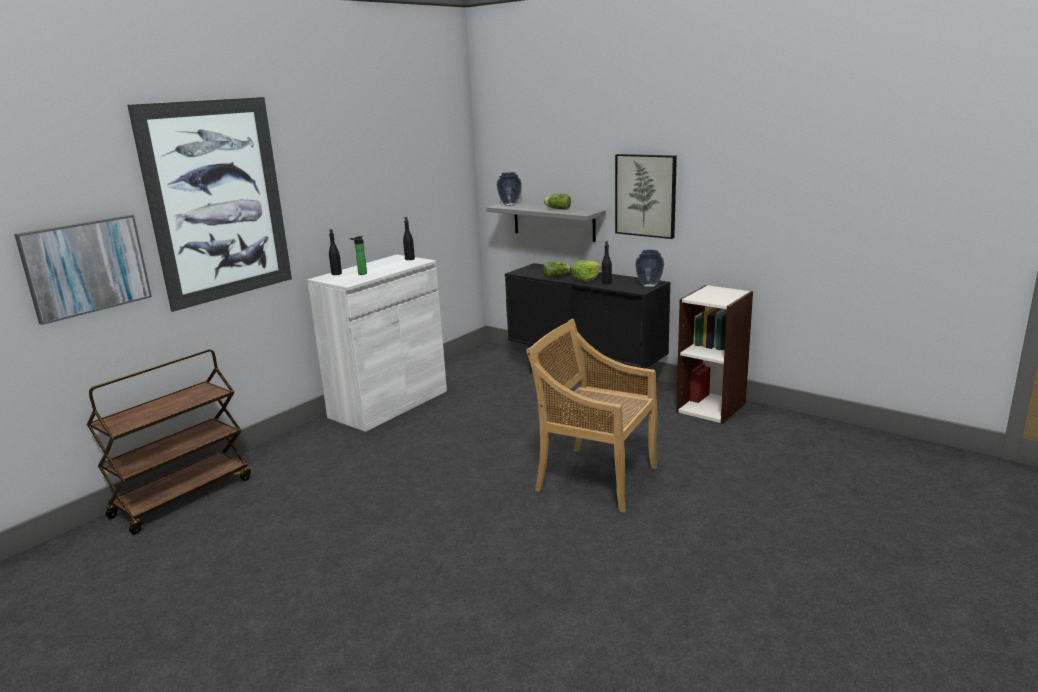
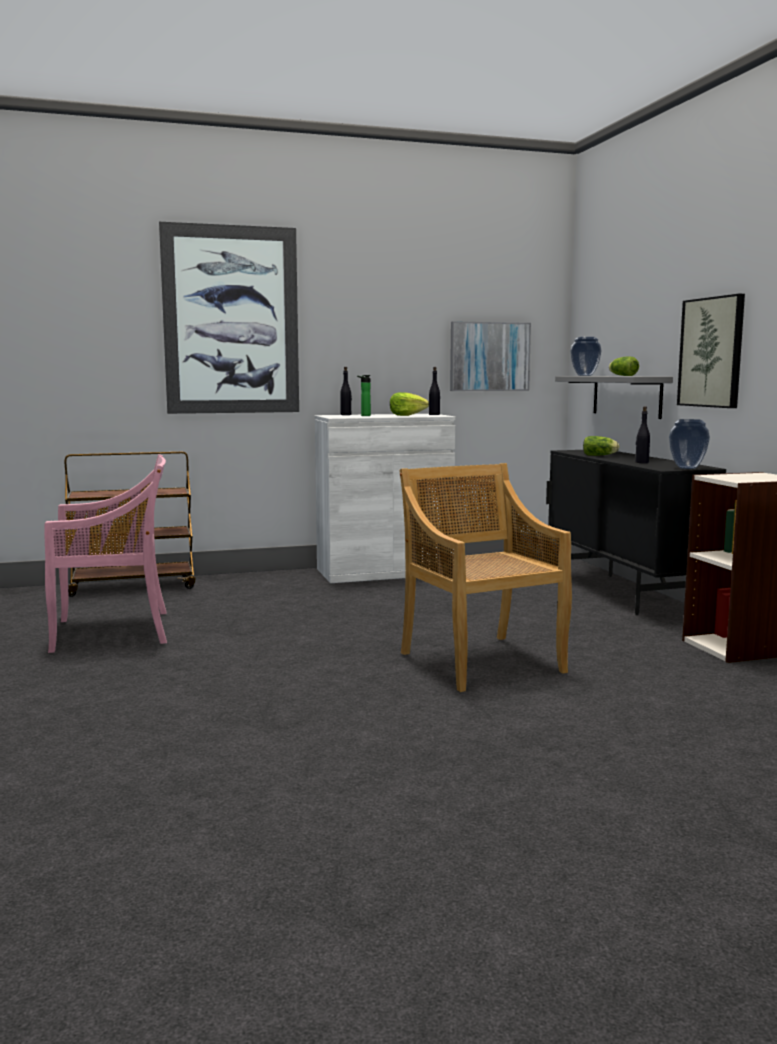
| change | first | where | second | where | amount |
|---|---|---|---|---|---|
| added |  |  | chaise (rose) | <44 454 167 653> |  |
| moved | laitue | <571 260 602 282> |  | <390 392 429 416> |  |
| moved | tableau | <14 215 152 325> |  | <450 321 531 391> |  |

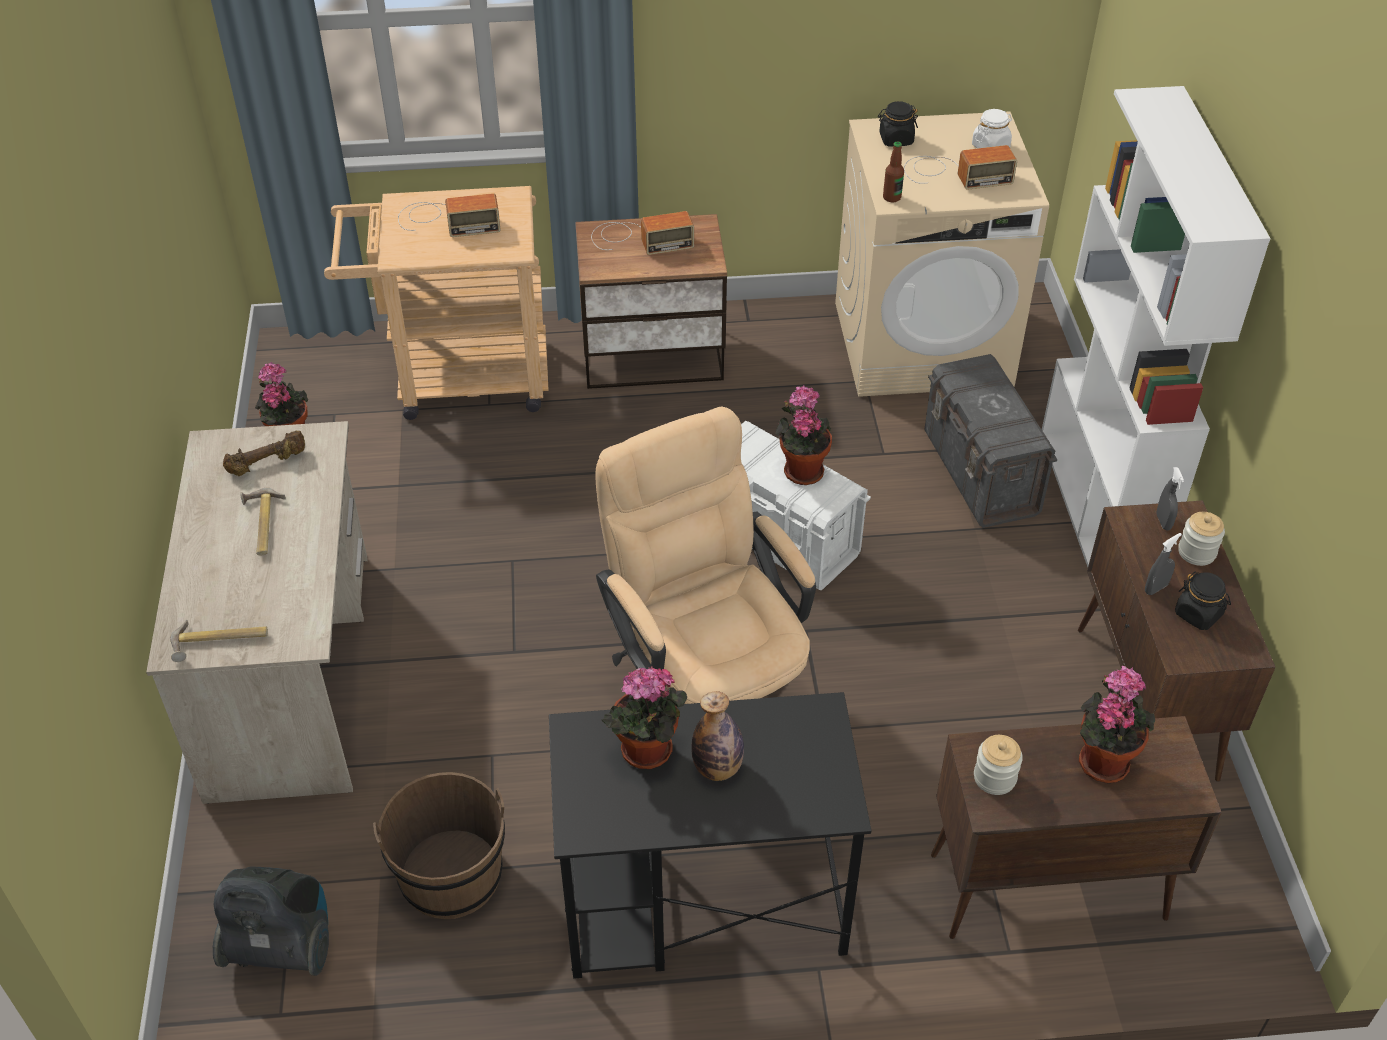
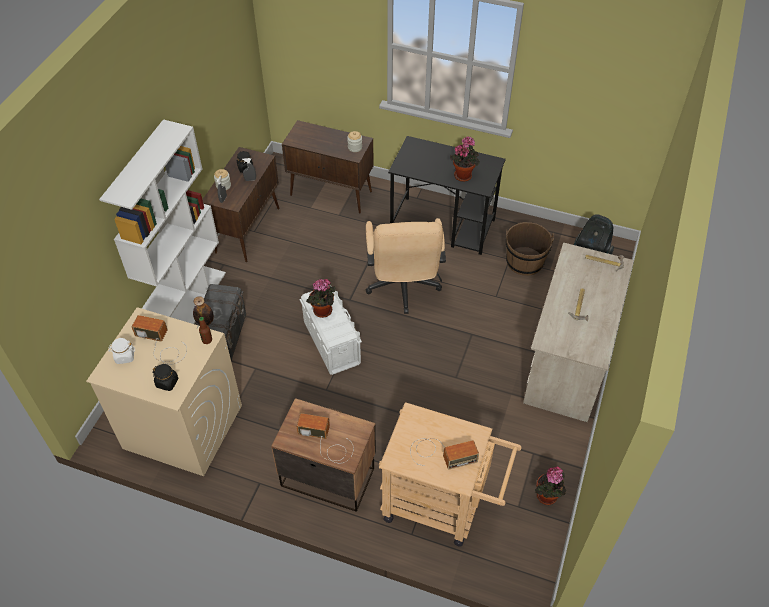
| change | first | where | second | where | amount |
|---|---|---|---|---|---|
| moved | bouteille | <691 691 744 781> |  | <193 296 214 326> |  |
| turned | radio | <398 193 501 237> |  | <410 438 479 470> | 150 degrees clockwise |
| removed | haltère (marron) | <223 431 305 476> |  |  |  |
| removed | plante en pot | <1079 666 1155 783> |  |  |  |

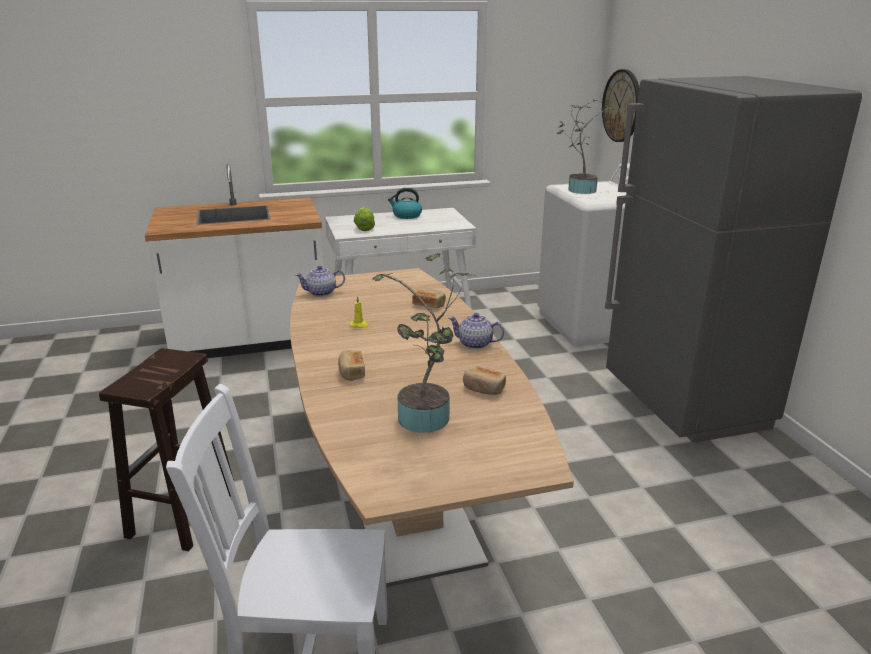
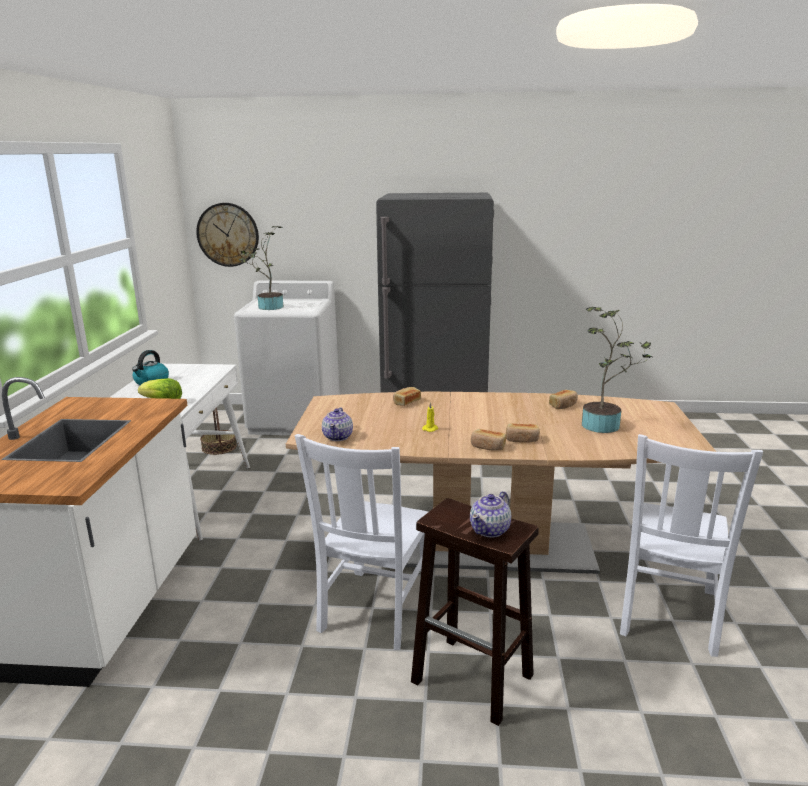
| change | first | where | second | where | amount |
|---|---|---|---|---|---|
| added |  |  | panier | <200 407 237 455> |  |
| added |  |  | chaise (blanc) | <295 434 428 650> |  |
| moved | théière | <449 313 504 349> |  | <470 491 511 538> |  |
| added |  |  | pain | <471 429 506 451> |  |

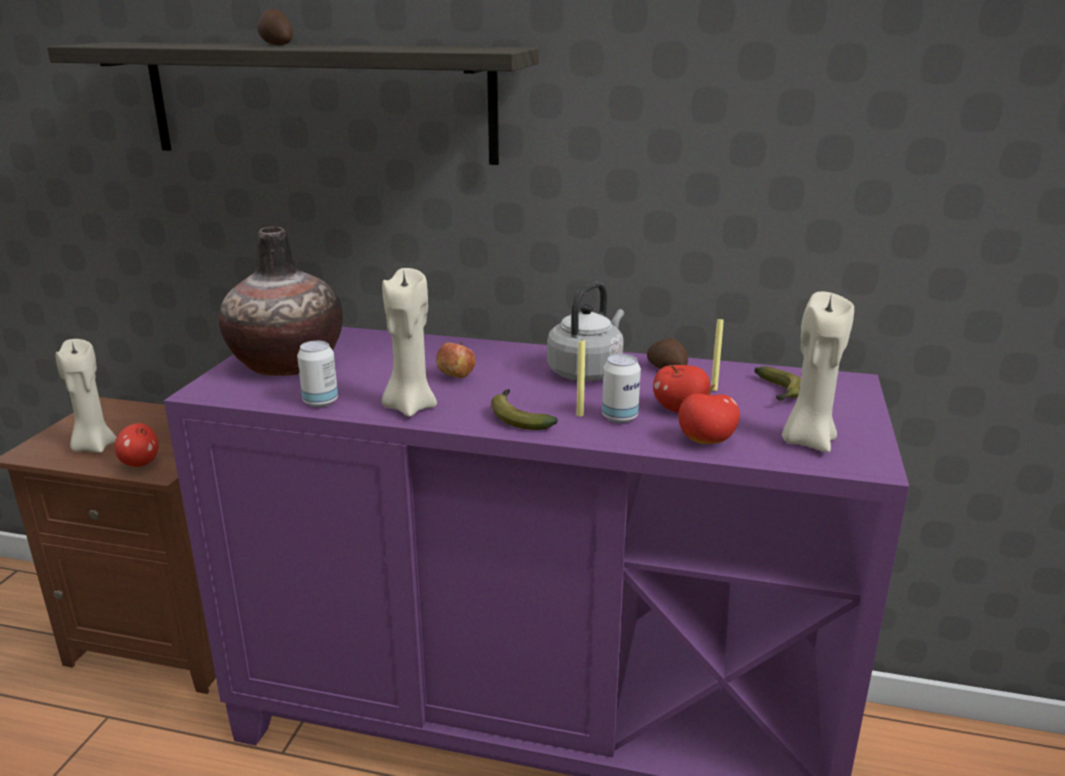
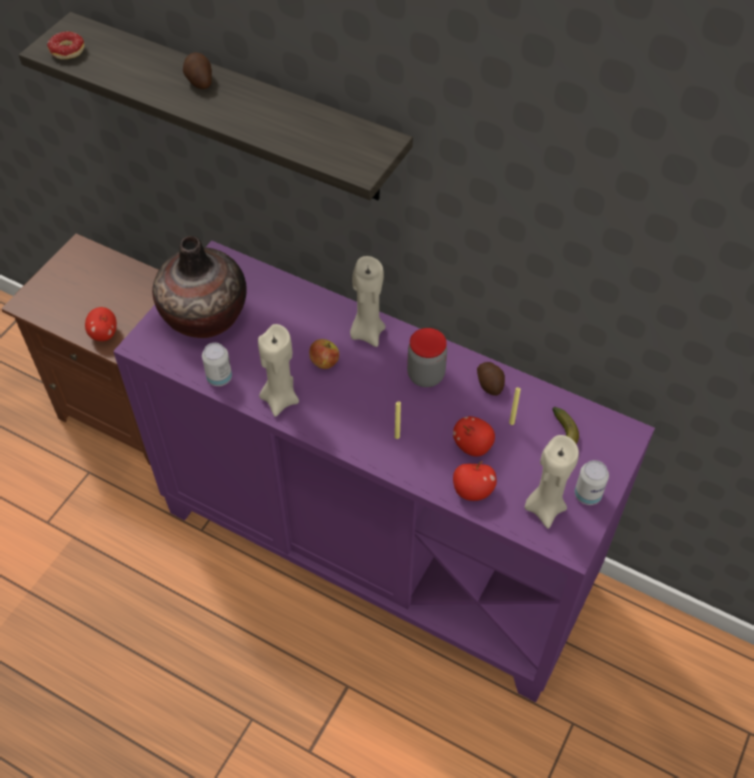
| change | first | where | second | where | amount |
|---|---|---|---|---|---|
| added |  |  | beignet | <47 32 85 59> |  |
| moved | bougie (beige) | <55 339 117 453> |  | <350 256 386 347> |  |
| replaced | bouilloire (gris) | <547 282 624 381> | bocal | <407 328 447 387> |  |
| moved | boîte métallique | <602 354 641 423> |  | <575 460 609 505> |  |
| removed | banane | <491 389 558 430> |  |  |  |

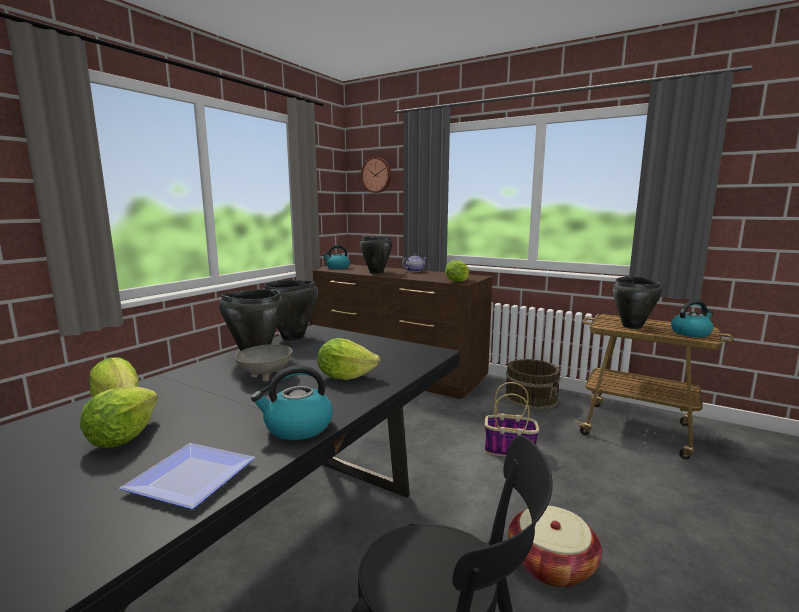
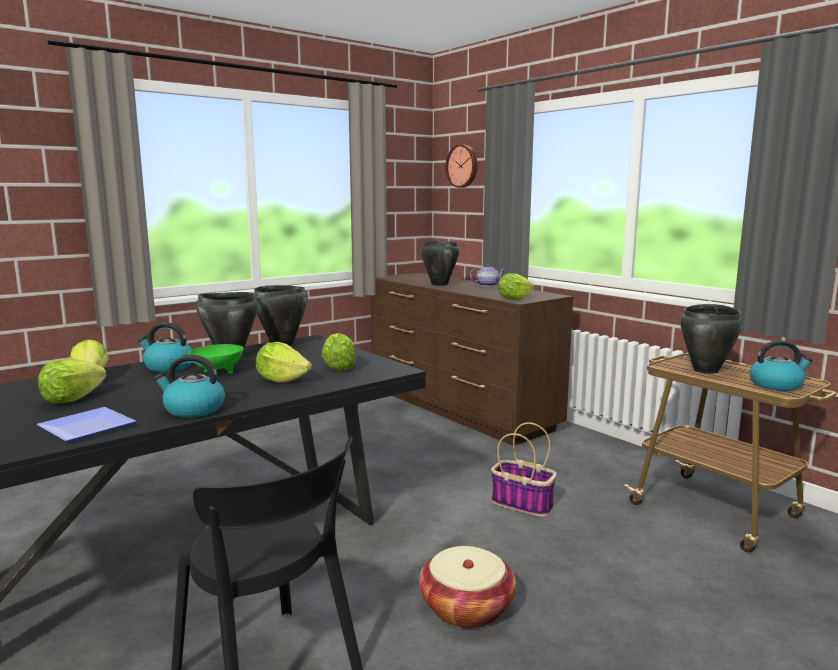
| change | first | where | second | where | amount |
|---|---|---|---|---|---|
| moved | bouilloire | <323 245 350 269> |  | <138 322 192 372> |  |
| recoloured | bol (gris) | <235 344 293 381> | bol (vert) | <188 344 244 375> |  |
| added |  |  | laitue | <322 333 356 371> |  |
| removed | seau (marron) | <505 359 561 410> |  |  |  |

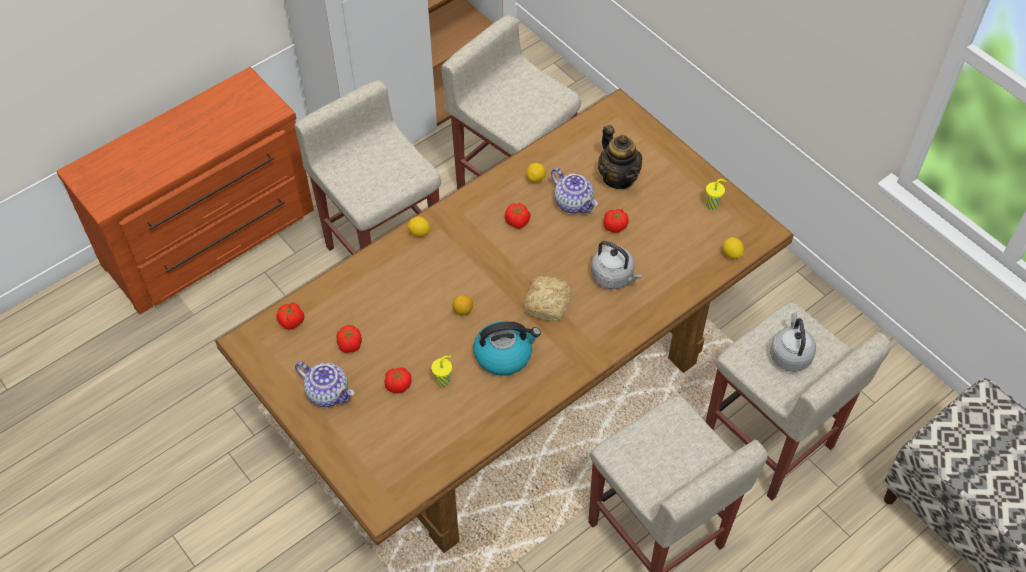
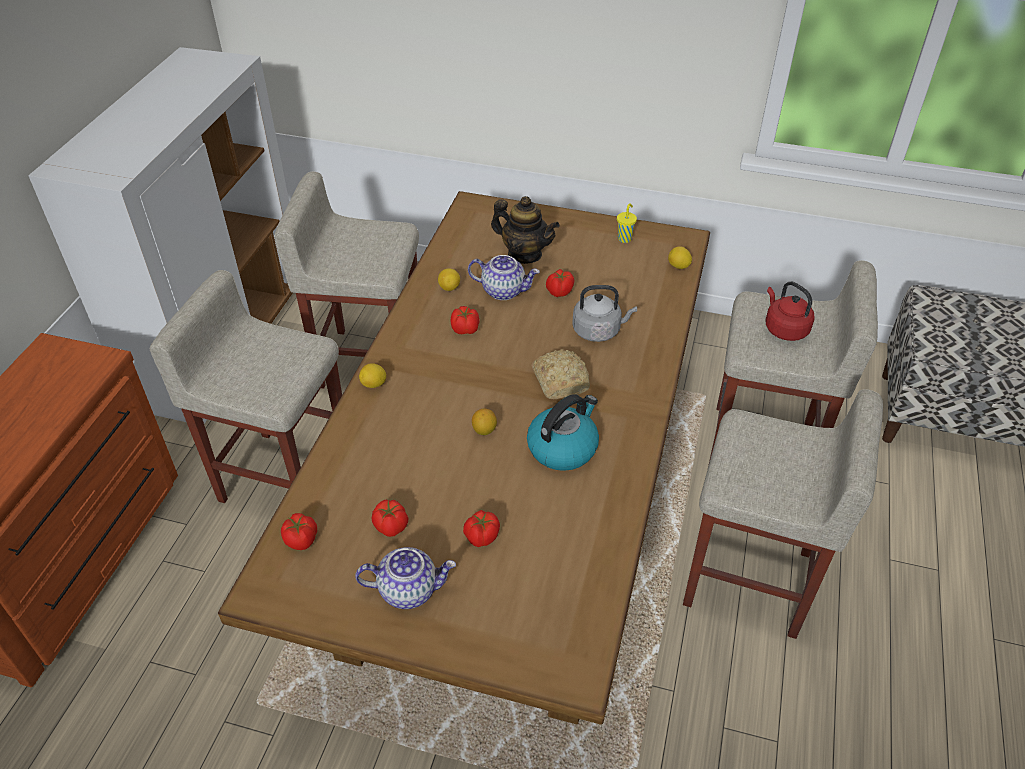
| change | first | where | second | where | amount |
|---|---|---|---|---|---|
| recoloured | bouilloire (gris) | <770 312 816 372> | bouilloire (rouge) | <766 281 815 341> |  |
| removed | tasse (jaune) | <431 356 452 387> |  |  |  |

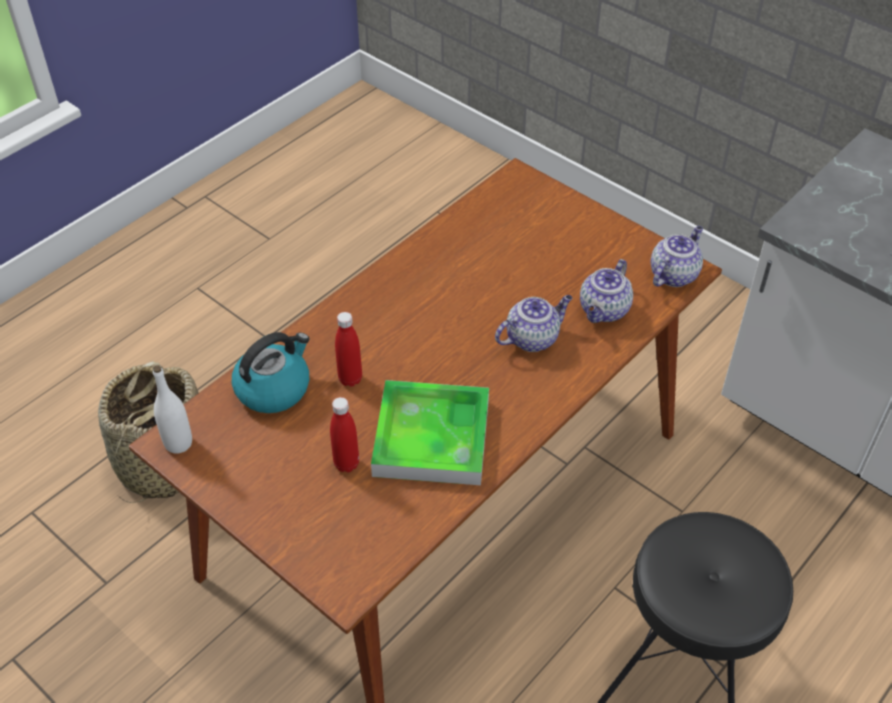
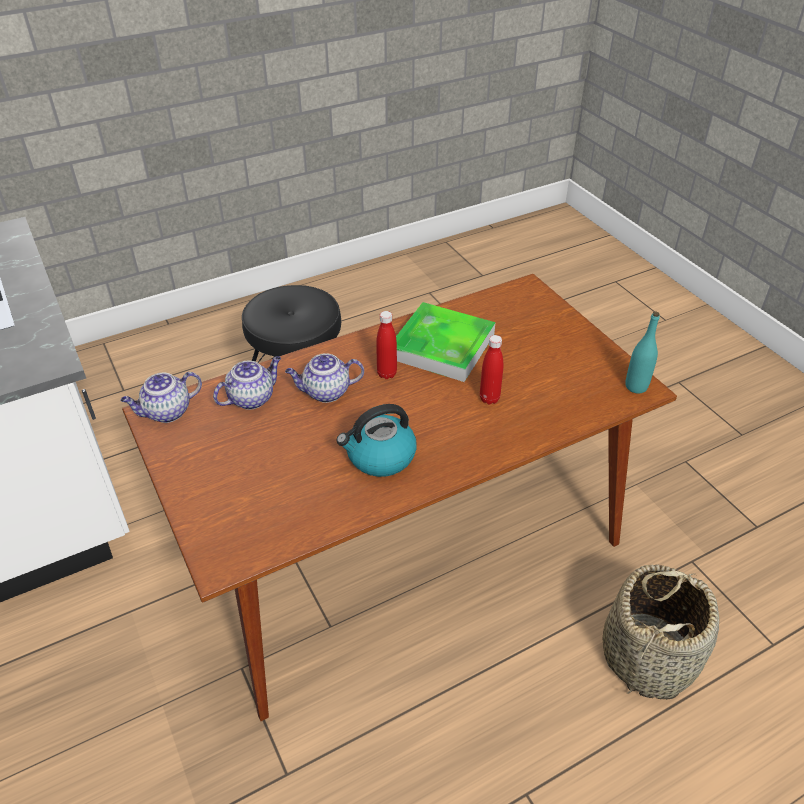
| change | first | where | second | where | amount |
|---|---|---|---|---|---|
| moved | bouilloire | <232 332 309 413> |  | <336 404 417 477> |  |
| moved | bouteille (rouge) | <330 397 359 472> |  | <376 311 397 379> |  |
| recoloured | bouteille (blanc) | <153 365 192 454> | bouteille (turquoise) | <625 312 660 393> |  |

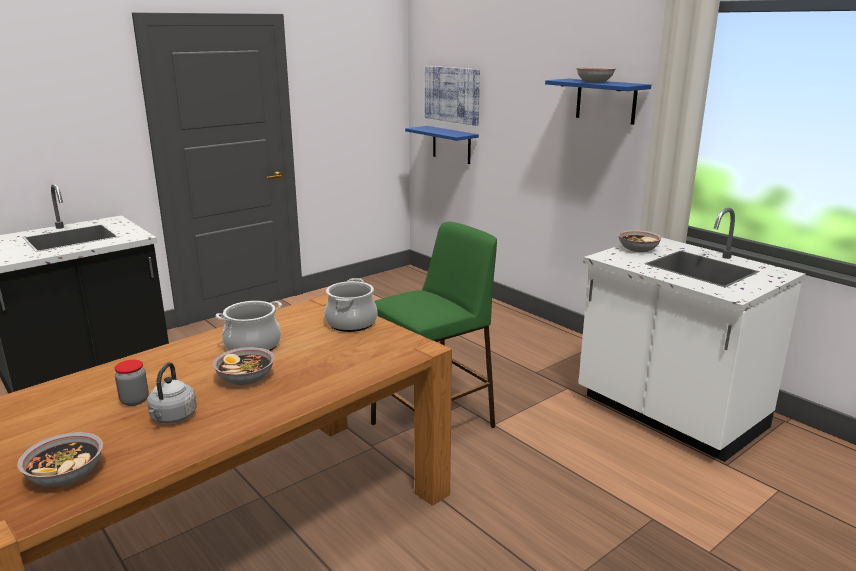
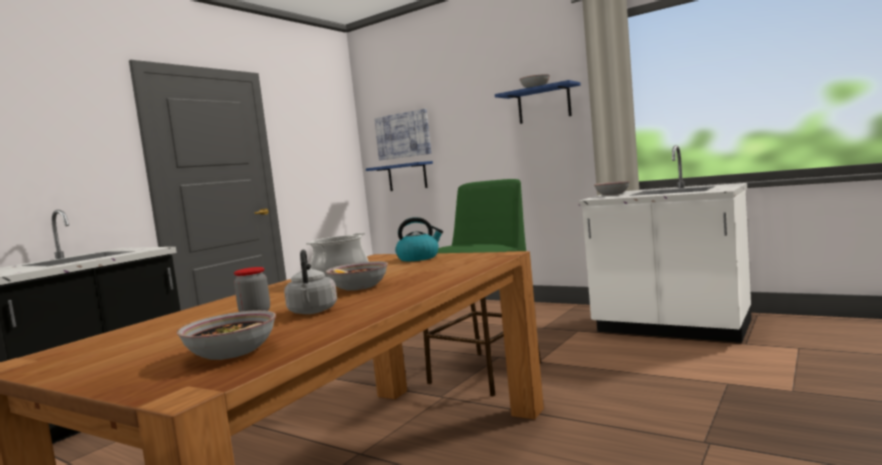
| change | first | where | second | where | amount |
|---|---|---|---|---|---|
| replaced | marmite | <324 278 377 332> | bouilloire | <395 217 443 261> |  |

